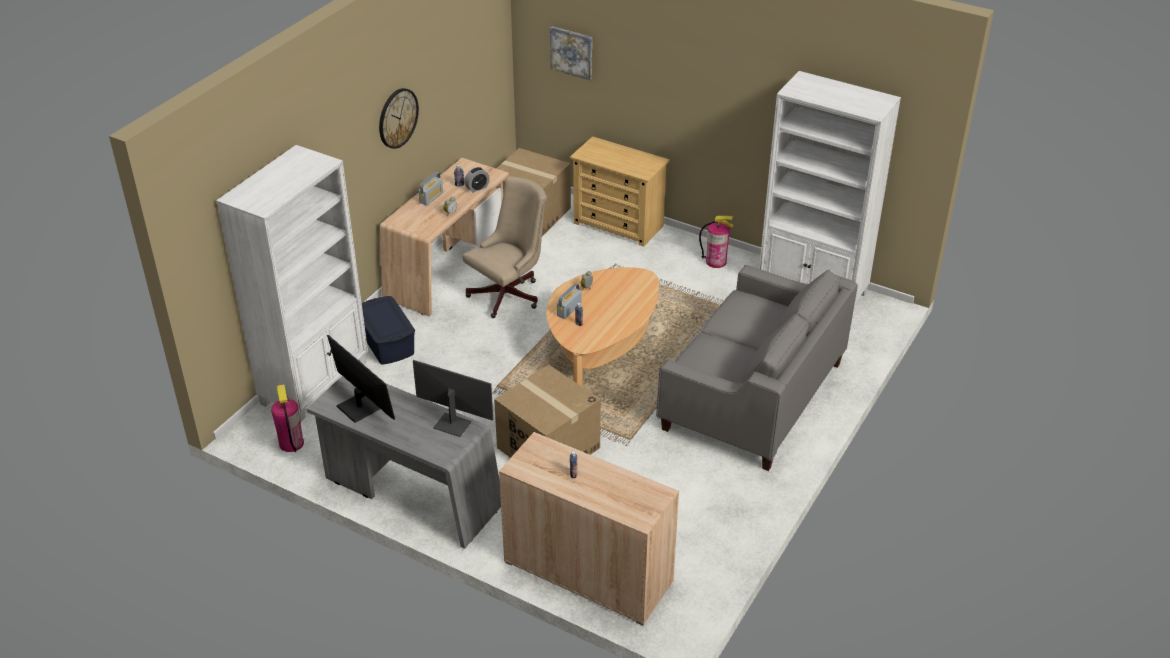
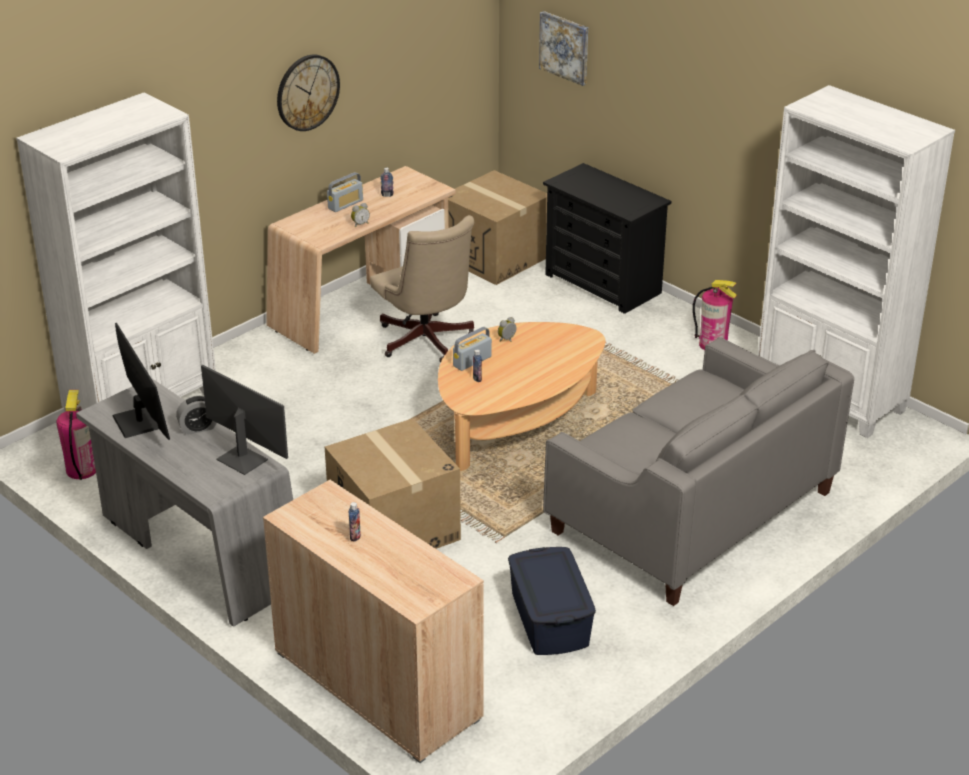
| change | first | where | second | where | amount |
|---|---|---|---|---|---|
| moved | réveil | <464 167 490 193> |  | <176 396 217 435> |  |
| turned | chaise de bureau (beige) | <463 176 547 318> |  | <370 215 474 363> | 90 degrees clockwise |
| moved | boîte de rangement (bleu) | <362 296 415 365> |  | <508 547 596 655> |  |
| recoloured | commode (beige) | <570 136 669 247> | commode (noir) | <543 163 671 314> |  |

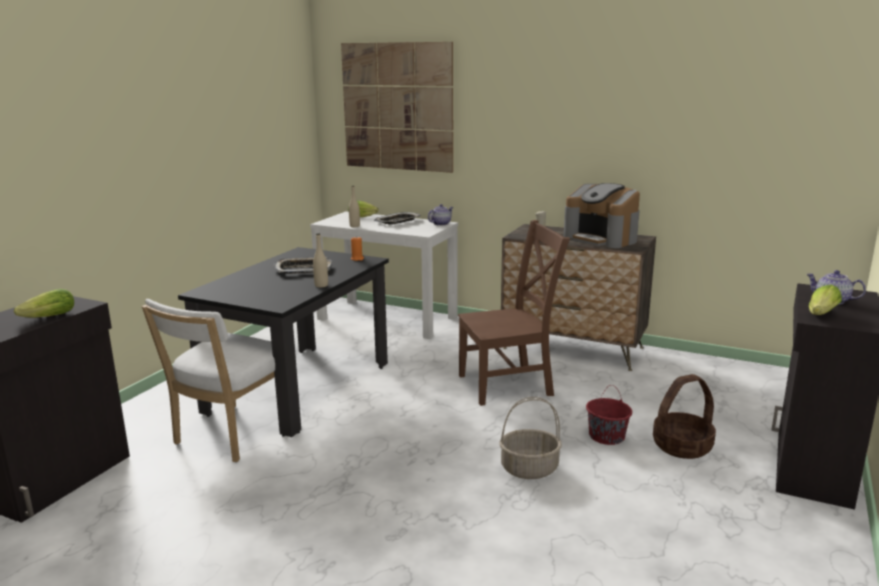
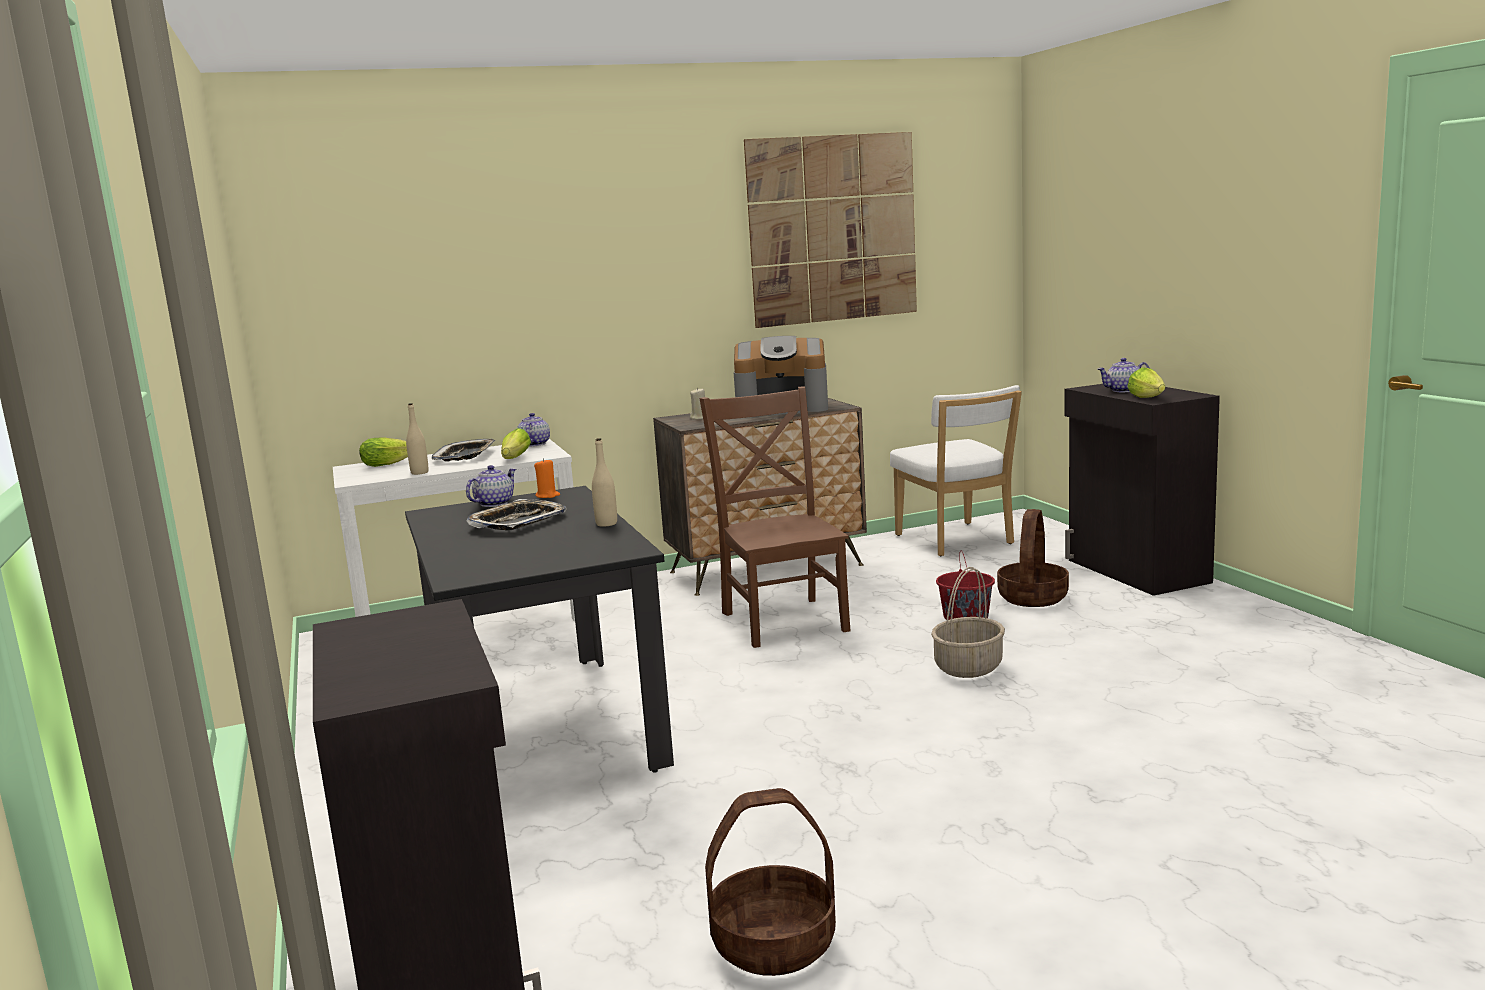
| change | first | where | second | where | amount |
|---|---|---|---|---|---|
| added |  |  | théière | <466 465 516 507> |  |
| moved | laitue | <14 289 74 318> |  | <501 428 531 459> |  |
| turned | chaise (marron) | <458 220 570 406> |  | <699 386 851 648> | 45 degrees counterclockwise |
| added |  |  | panier | <705 788 836 976> |  |
| moved | tableau | <341 42 453 173> |  | <744 132 917 328> |  |
| moved | chaise (blanc) | <142 299 275 462> |  | <890 385 1022 556> |  |

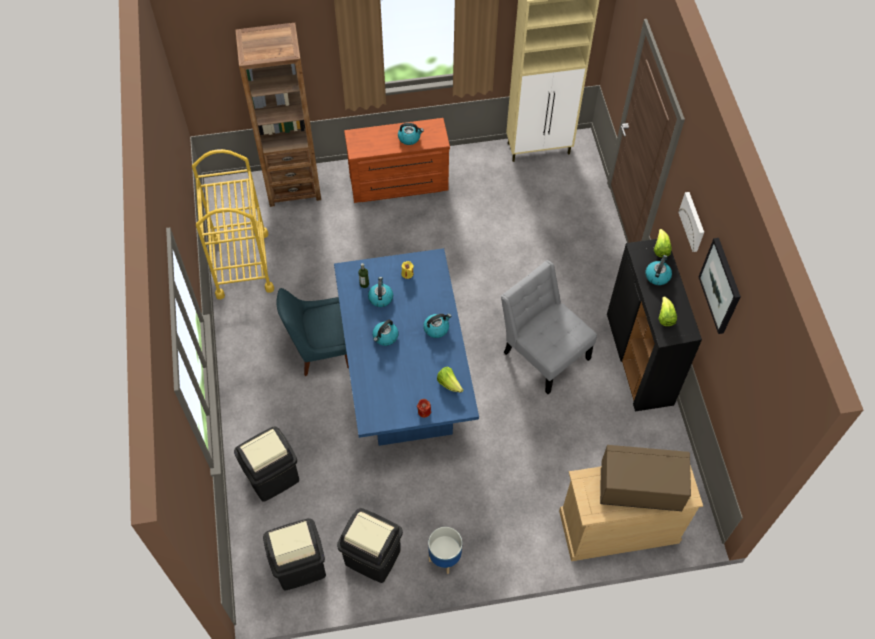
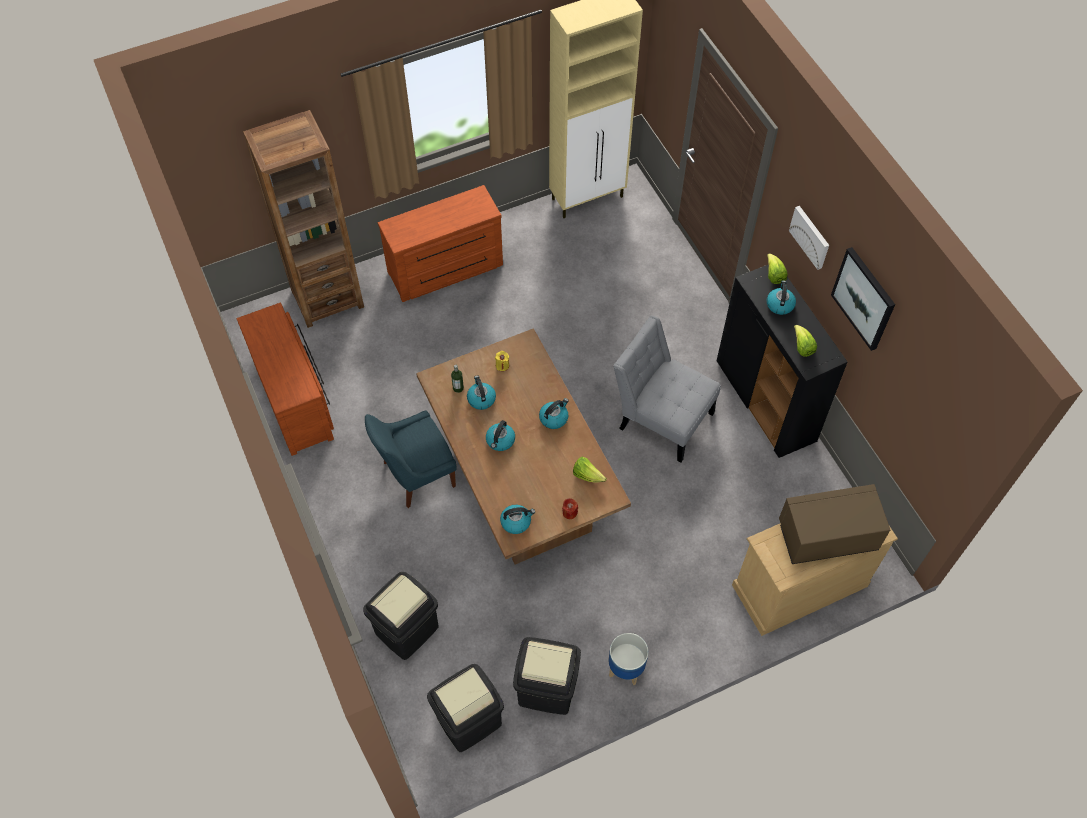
| change | first | where | second | where | amount |
|---|---|---|---|---|---|
| replaced | chariot (jaune) | <192 149 274 300> | commode (marron) | <237 303 334 456> |  |
| recoloured | table à manger (bleu) | <334 248 479 446> | table à manger (marron) | <416 328 631 564> |  |
| moved | bouilloire | <398 123 424 145> |  | <500 505 535 534> |  |

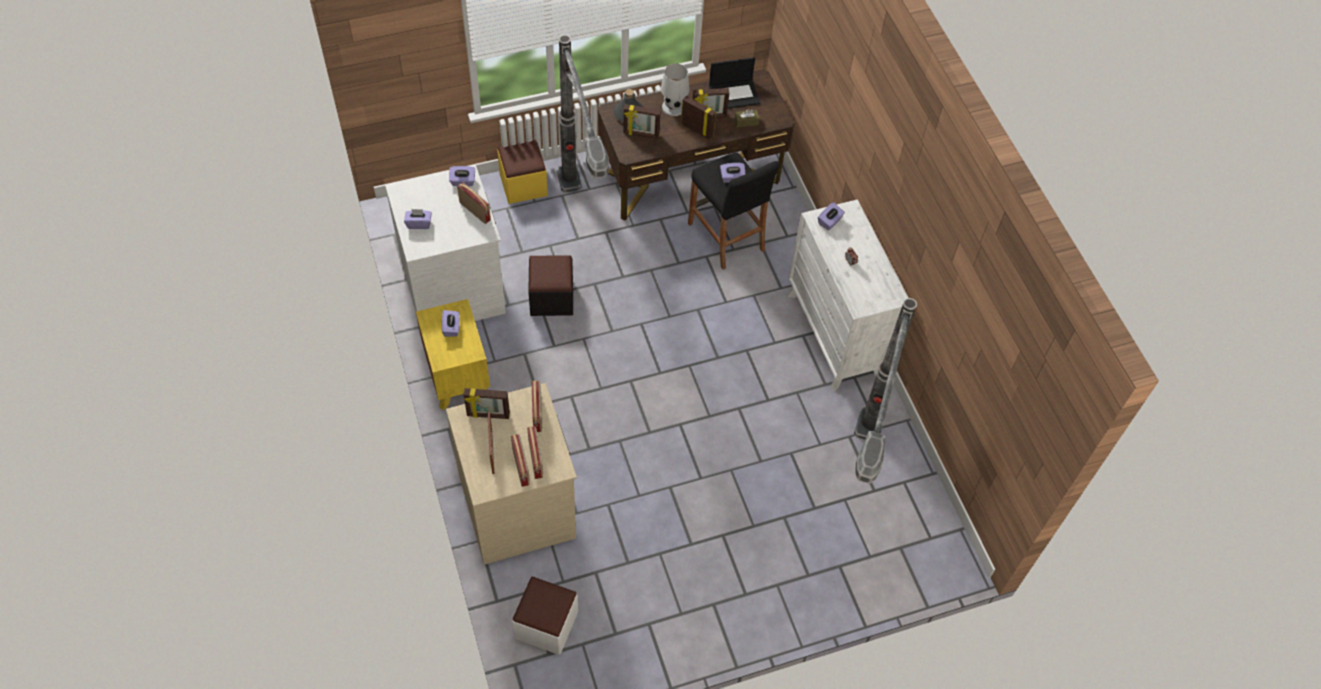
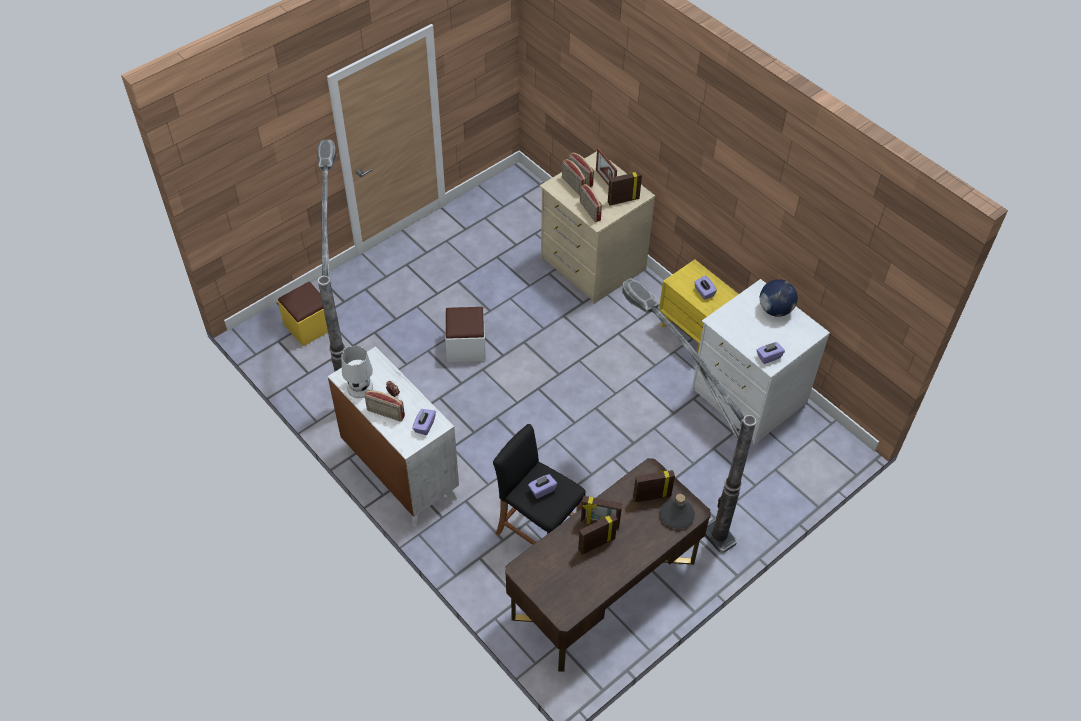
| change | first | where | second | where | amount |
|---|---|---|---|---|---|
| moved | pouf (jaune) | <497 140 548 204> |  | <278 282 328 346> |  |
| moved | lampe de table (blanc) | <661 63 690 116> |  | <342 346 373 398> |  |
| moved | radio | <457 183 491 224> |  | <365 390 405 422> |  |
| moved | pouf (blanc) | <512 576 578 655> |  | <445 307 486 362> |  |
| replaced | boîte à mouchoirs (violet) | <404 209 432 229> | globe | <760 279 798 317> |  |
| removed | pouf (noir) | <528 255 573 316> |  |  |  |
| removed | ordinateur portable | <709 57 760 109> |  |  |  |
| removed | boîte à mouchoirs (marron) | <734 109 760 127> |  |  |  |

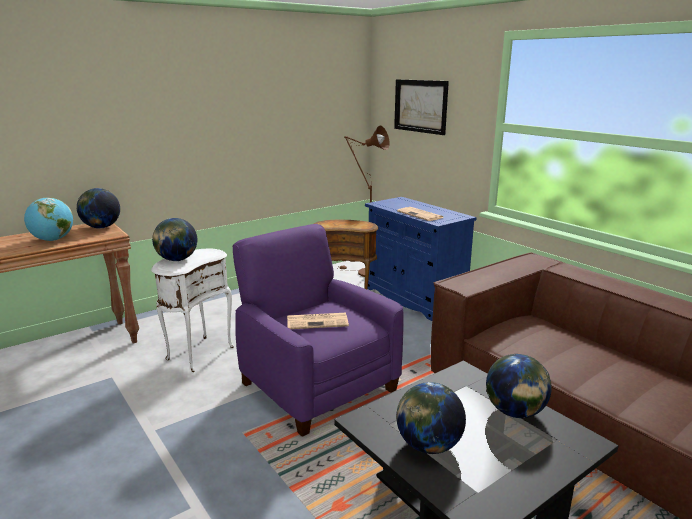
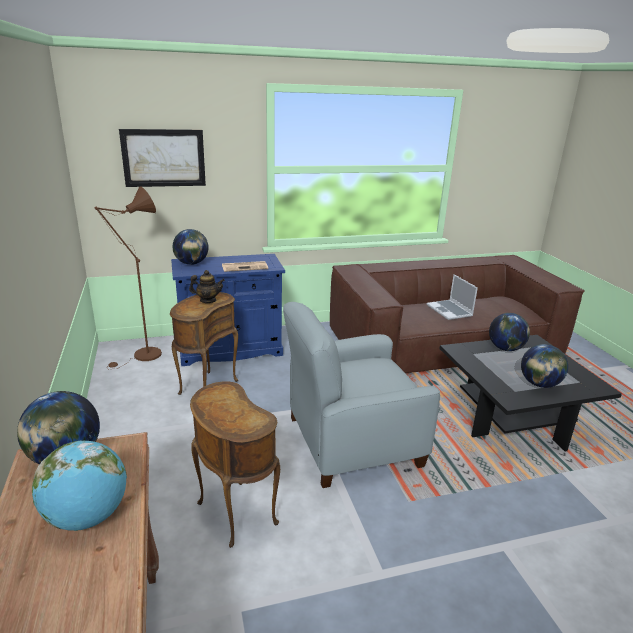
| change | first | where | second | where | amount |
|---|---|---|---|---|---|
| moved | globe | <152 218 197 261> |  | <172 229 209 265> |  |
| added |  |  | théière | <189 270 225 303> |  |
| recoloured | table d'appoint (blanc) | <151 249 234 372> | table d'appoint (marron) | <190 381 280 548> |  |
| recoloured | fauteuil (violet) | <233 224 404 437> | fauteuil (gris) | <283 302 440 488> |  |
| added |  |  | ordinateur portable | <427 274 478 320> |  |
| removed | journal | <287 313 349 329> |  |  |  |

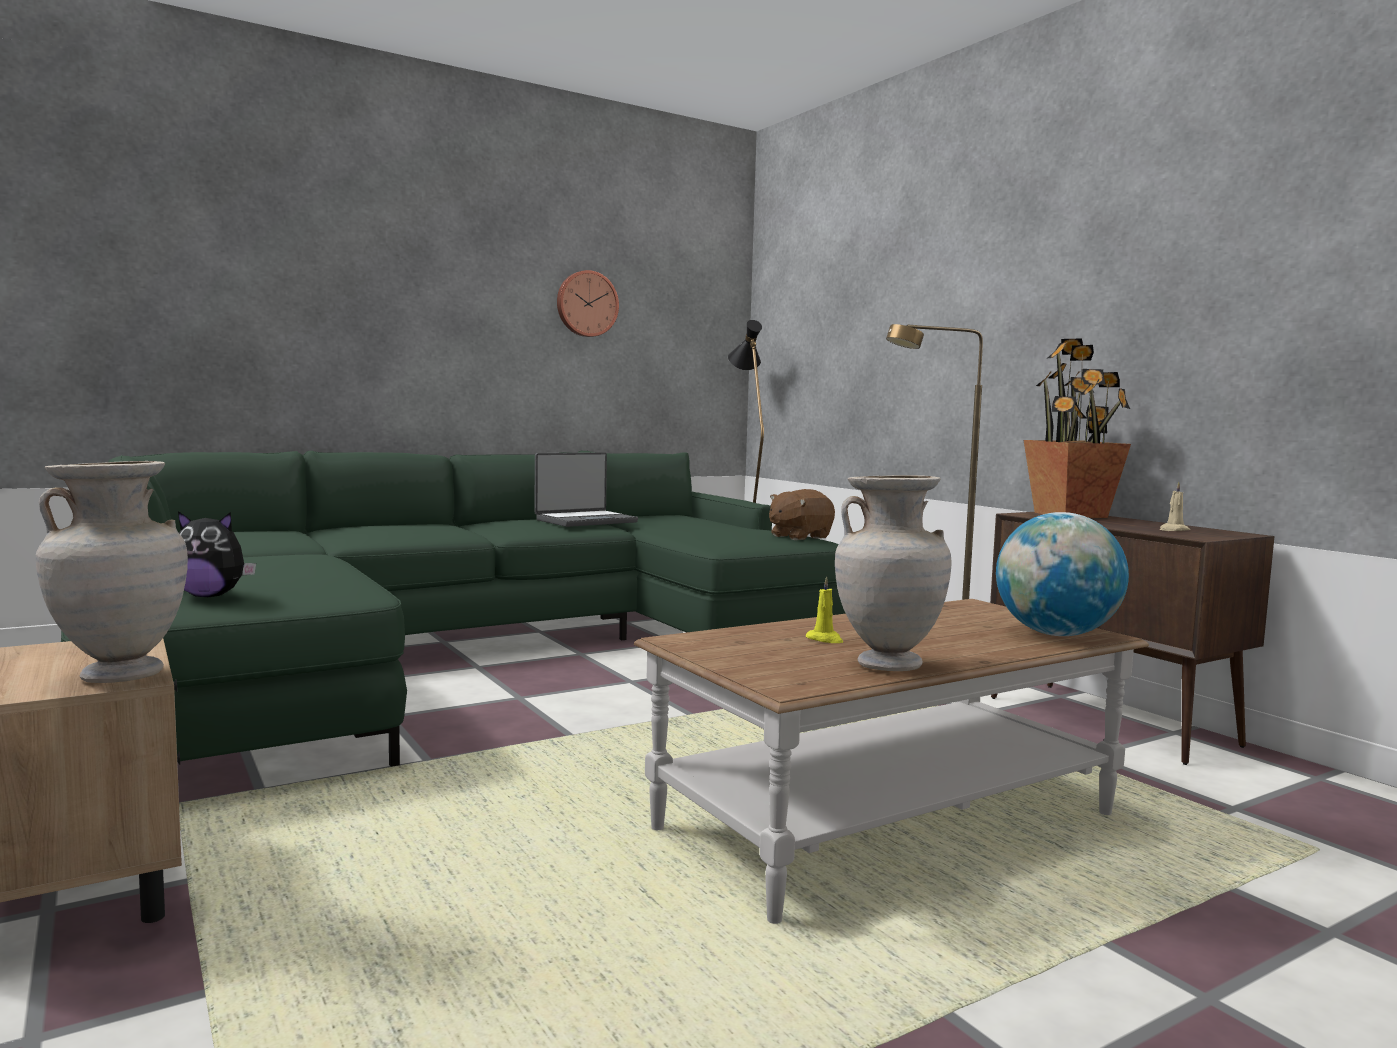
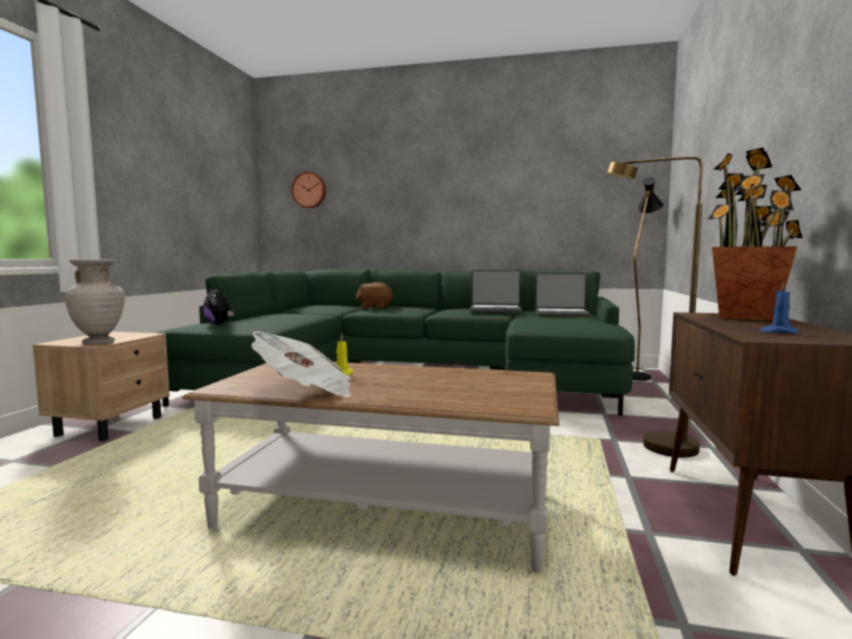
| change | first | where | second | where | amount |
|---|---|---|---|---|---|
| replaced | vase (beige) | <835 475 951 671> | journal | <251 331 352 397> |  |
| moved | horloge murale | <557 270 619 337> |  | <291 172 326 208> |  |
| moved | peluche (marron) | <769 489 835 540> |  | <355 282 392 309> |  |
| added |  |  | ordinateur portable | <535 273 591 317> |  |
| recoloured | bougie (beige) | <1160 482 1190 531> | bougie (bleu) | <759 281 798 333> |  |
| removed | globe | <996 512 1129 636> |  |  |  |

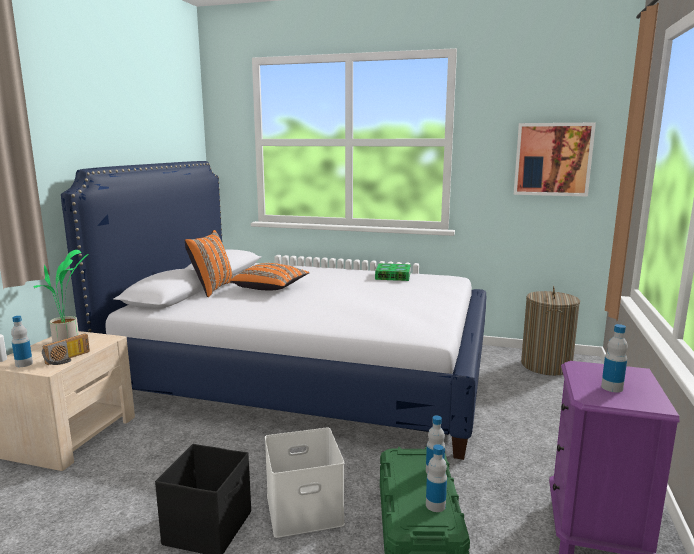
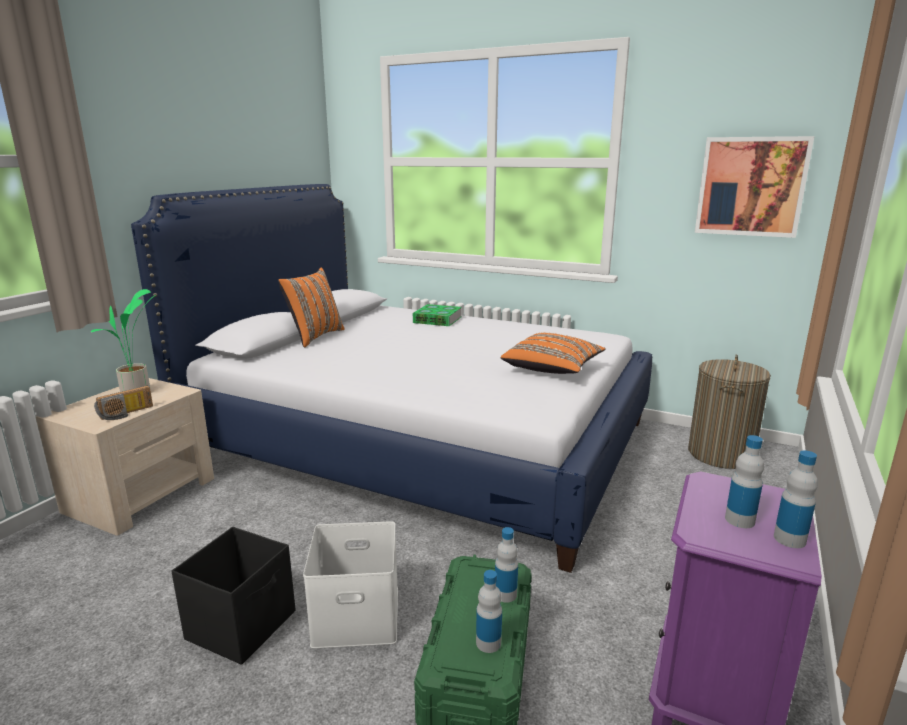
| change | first | where | second | where | amount |
|---|---|---|---|---|---|
| moved | livre | <375 263 411 281> |  | <413 304 462 326> |  |
| moved | coussin (orange) | <230 263 310 290> |  | <501 333 606 374> |  |
| moved | bouteille | <11 316 33 367> |  | <774 450 818 548> |  |

